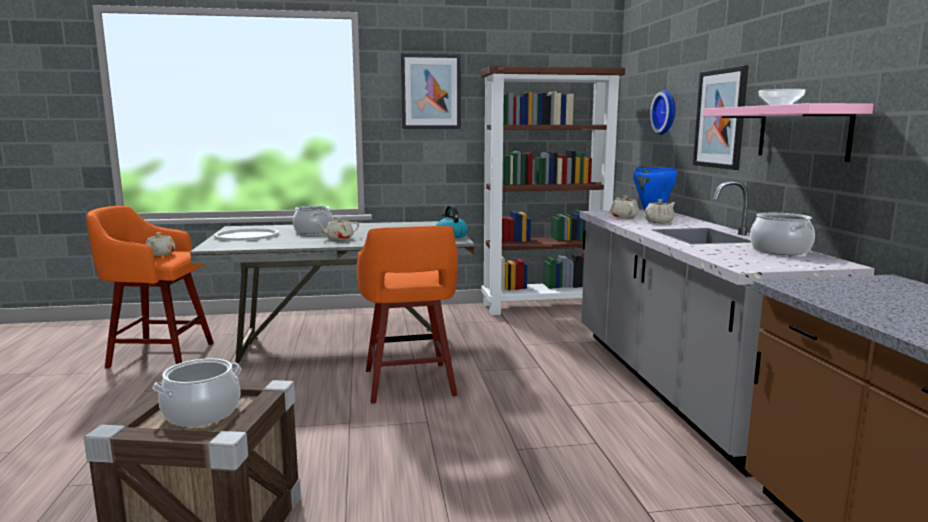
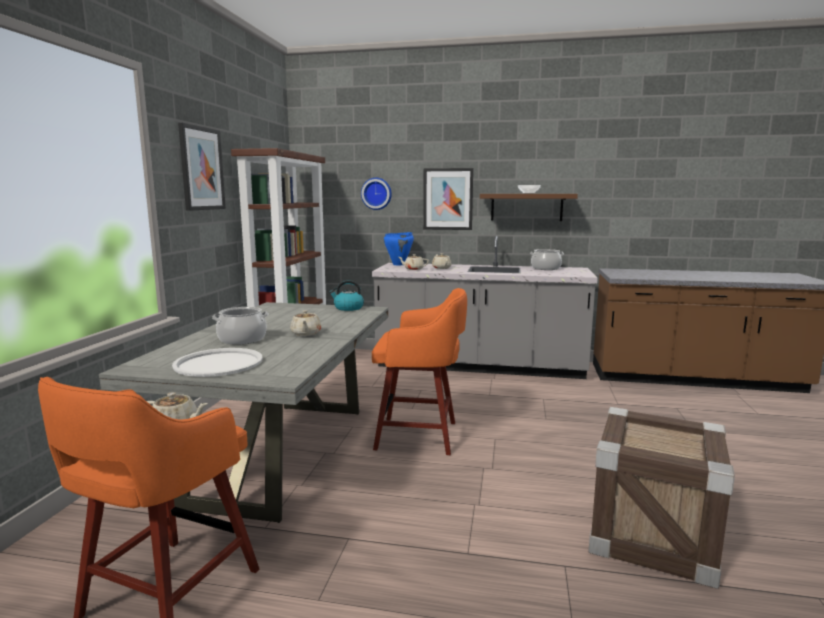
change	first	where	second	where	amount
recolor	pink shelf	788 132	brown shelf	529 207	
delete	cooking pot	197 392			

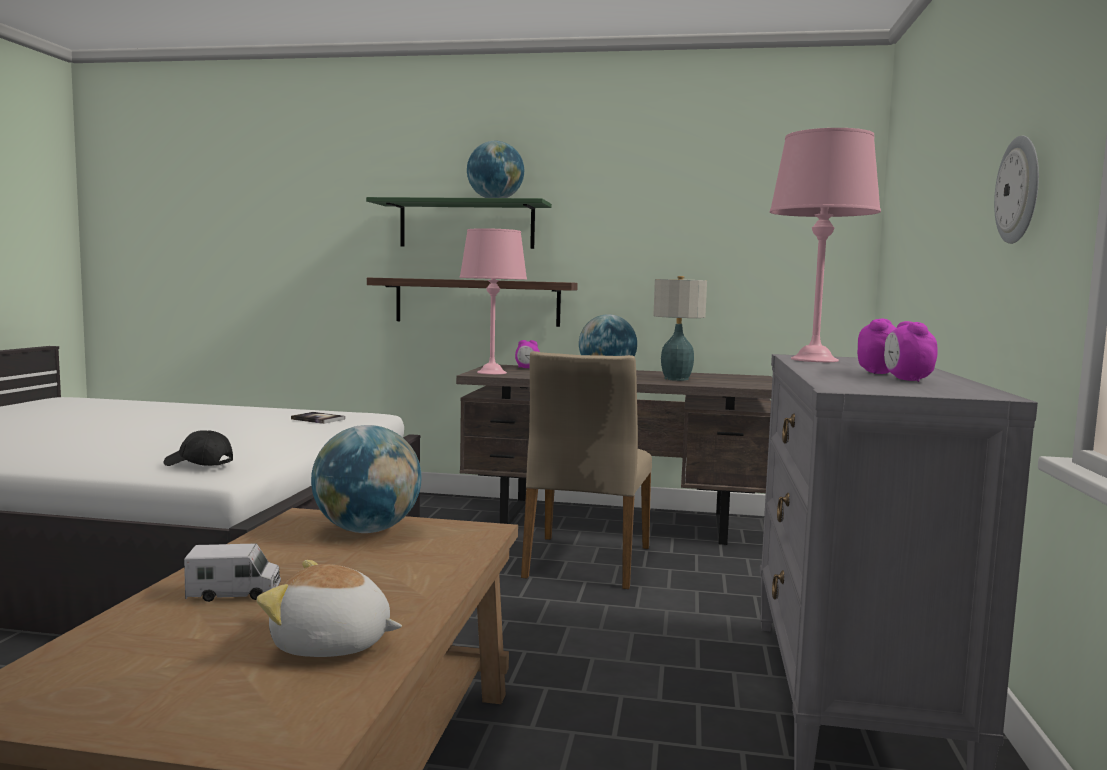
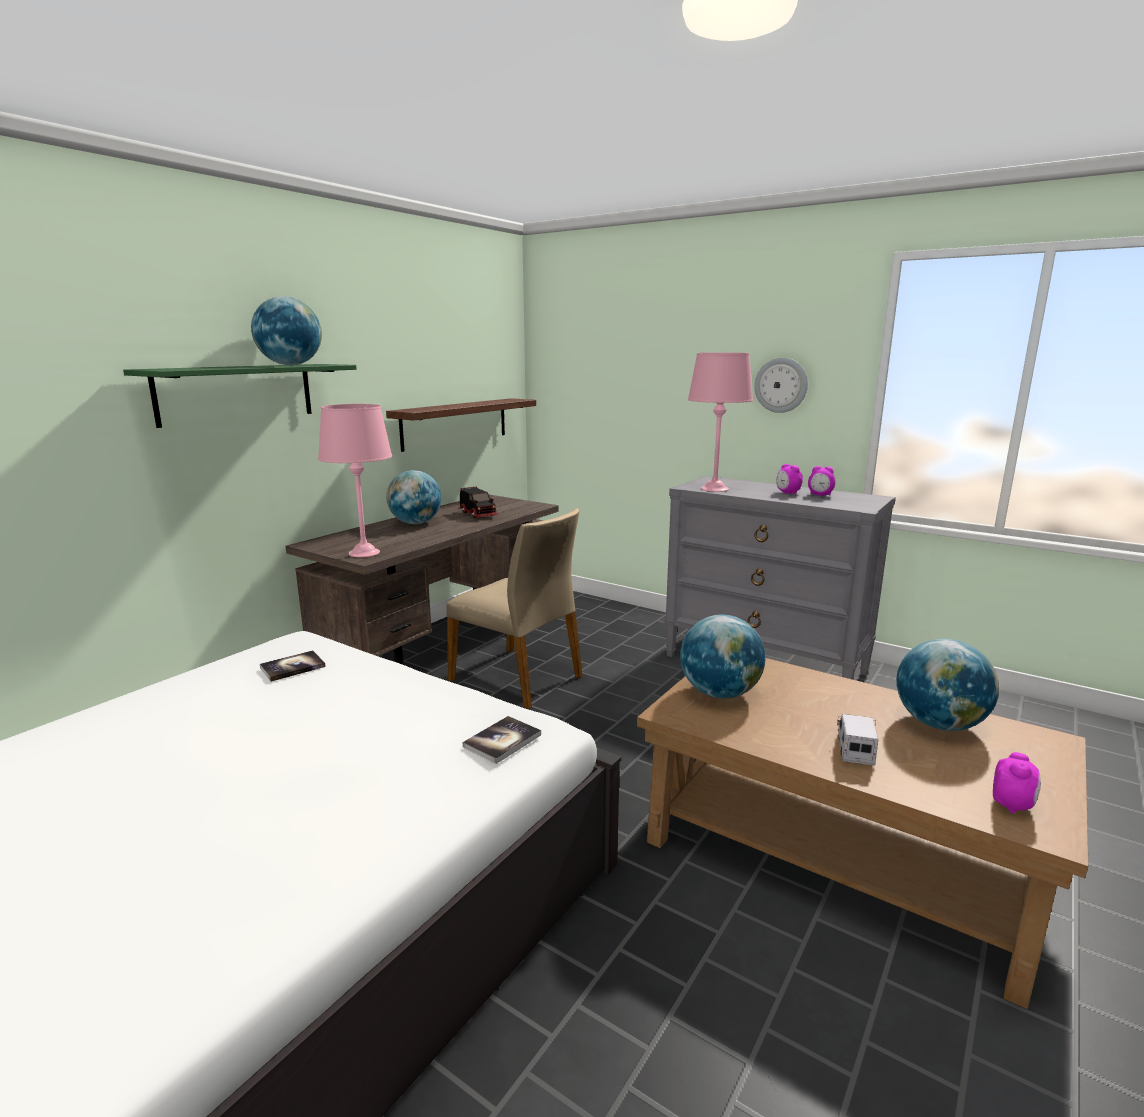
change	first	where	second	where	amount
replace	table lamp	680 328	toy truck	478 502	
move	shelf	472 302		461 425	
move	alarm clock	527 354		1017 783	
replace	black cap	198 448	book	502 740	
replace	plush toy	329 608	globe	947 685	

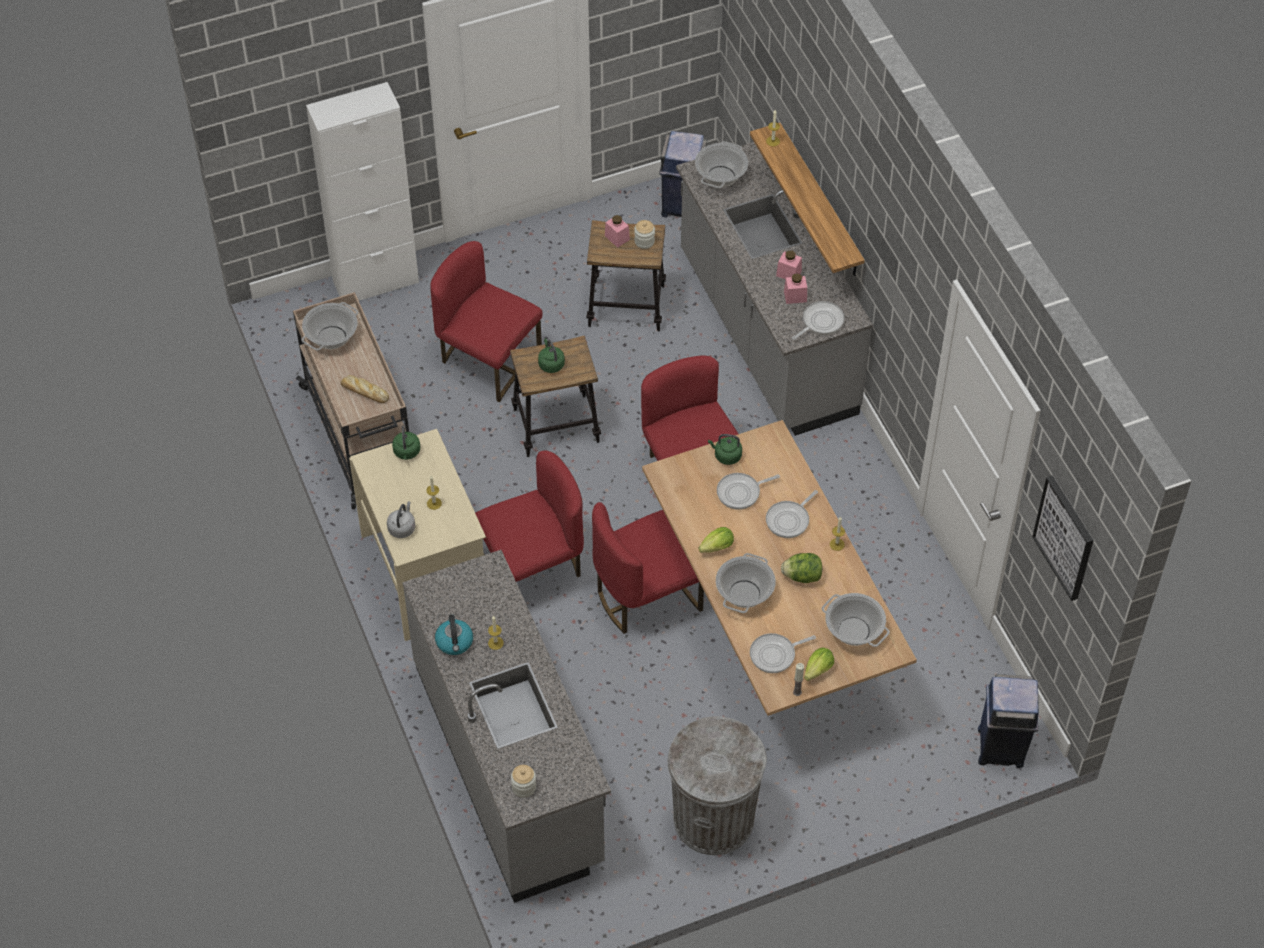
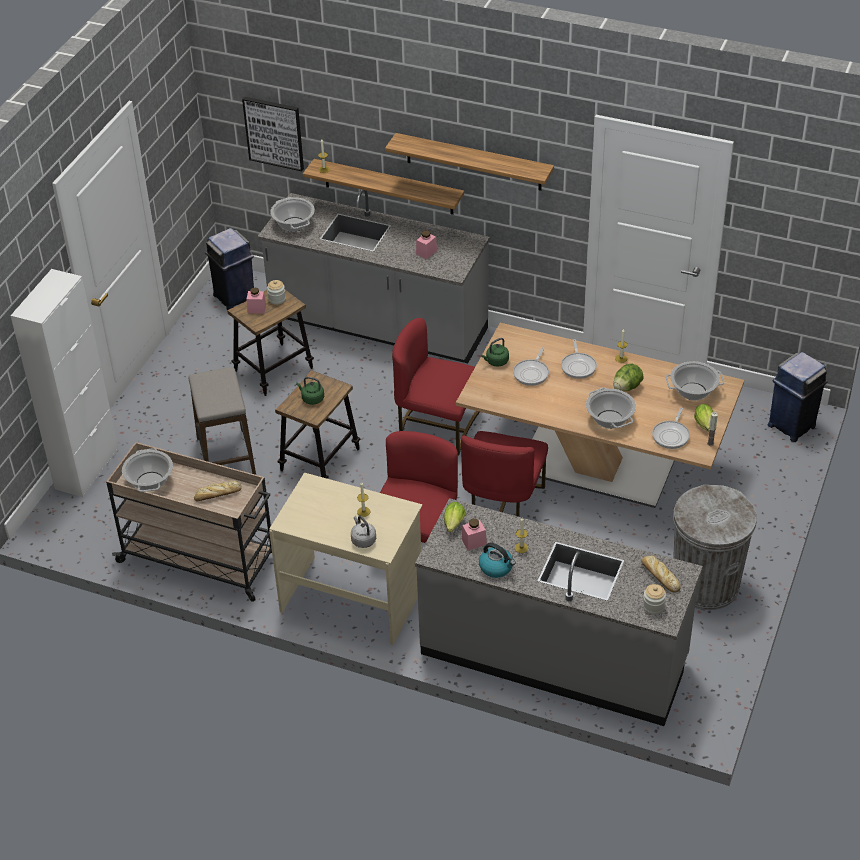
change	first	where	second	where	amount
replace	red chair	486 321	stool	222 421	
move	pink jar	789 264		474 534	
delete	frying pan	818 320			
delete	green kettle	406 442			
move	picture	1063 538		273 134	
move	lettuce	716 540		455 517	
insert			shelf	469 162	
insert			bread	661 574	

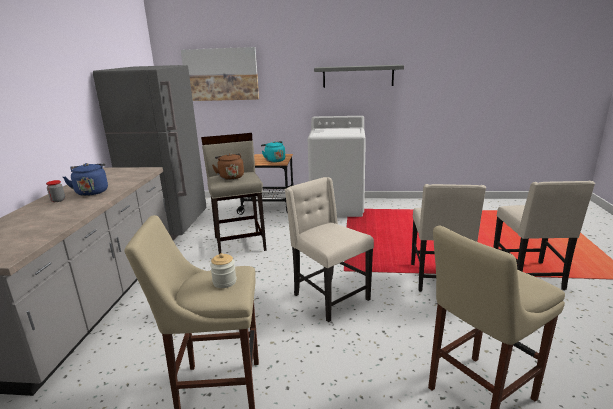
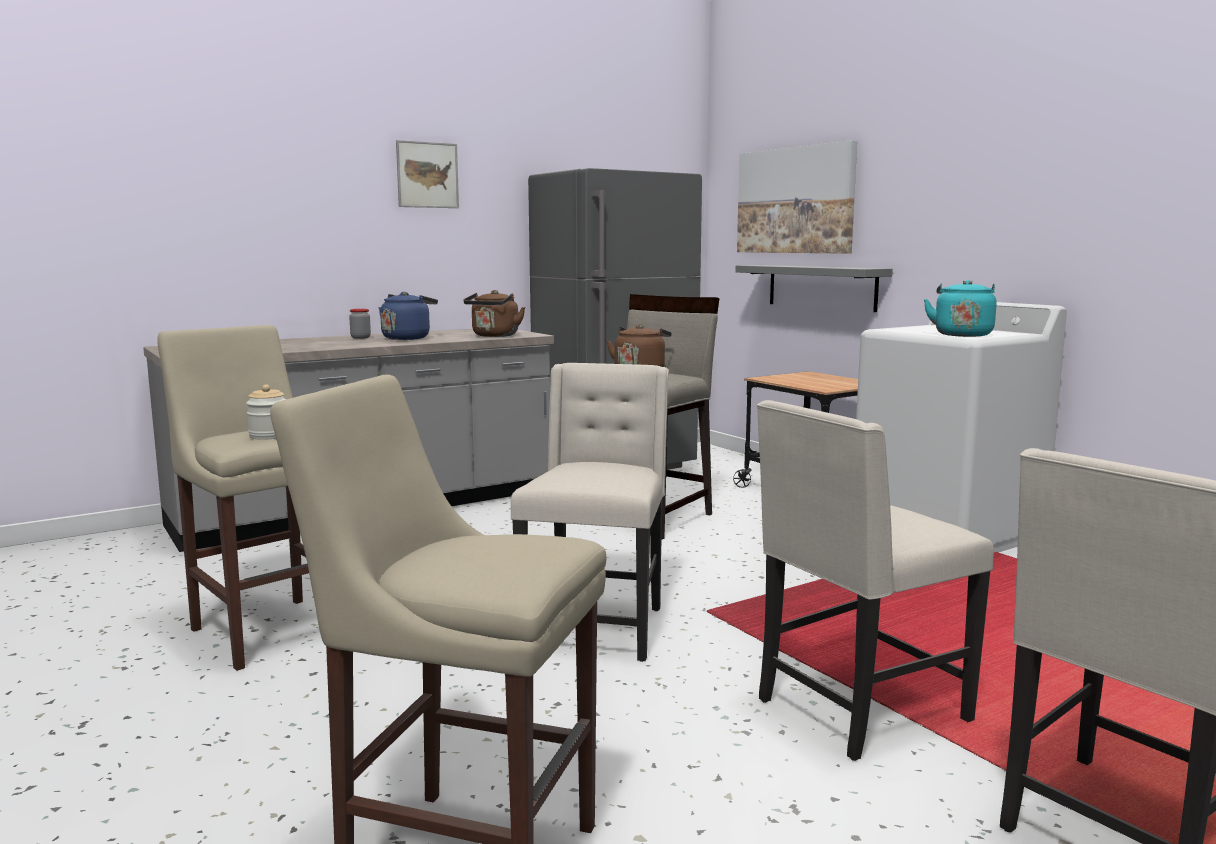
change	first	where	second	where	amount
move	grey shelf	359 76		814 288	
move	turquoise kettle	273 152		960 308	
insert			picture	427 174	
insert			brown kettle	494 313	

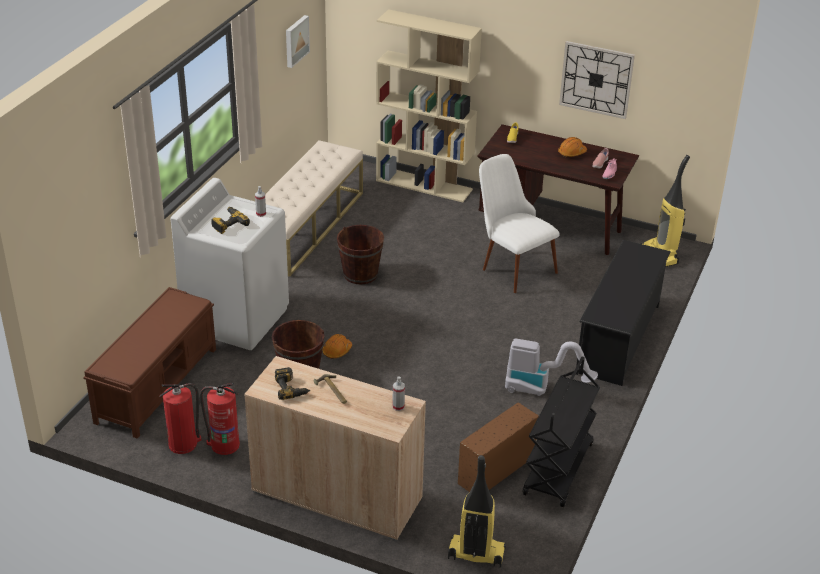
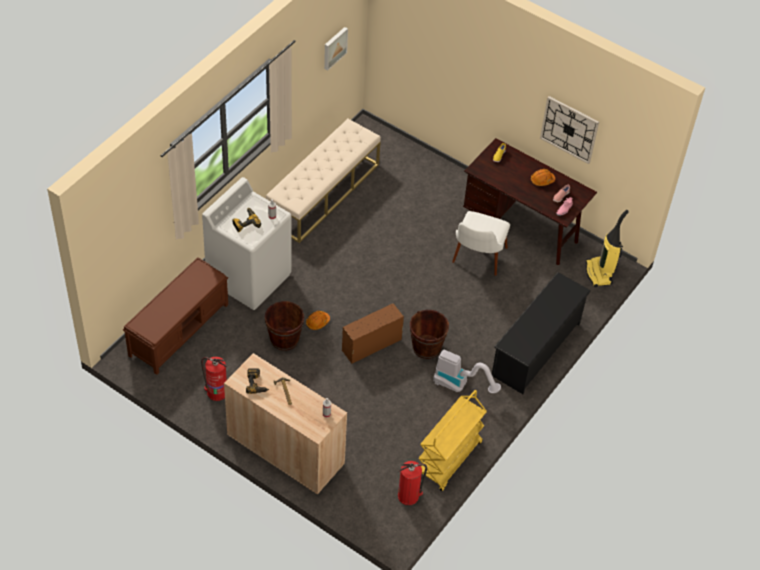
change	first	where	second	where	amount
delete	beige bookcase	429 105			
rotate	white chair	519 223		481 243	135 degrees counterclockwise
move	brown bucket	360 254		429 334	
recolor	black cart	561 431	yellow cart	453 440	
move	fire extinguisher	180 418		412 483	
move	brown storage box	498 447		373 333	
delete	vacuum cleaner	477 511			

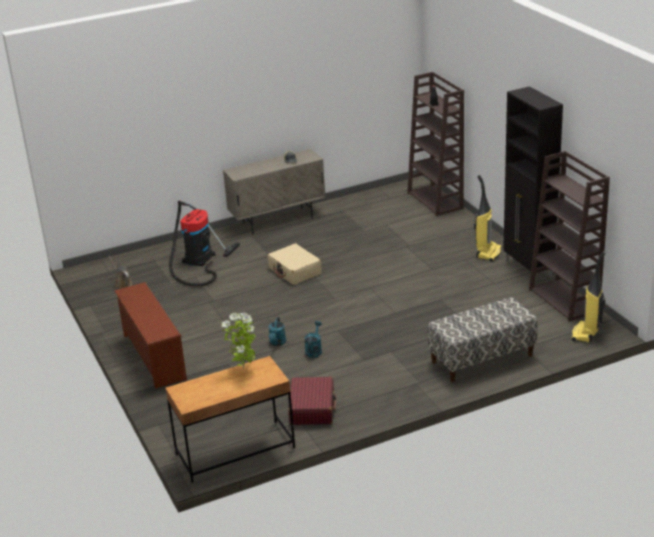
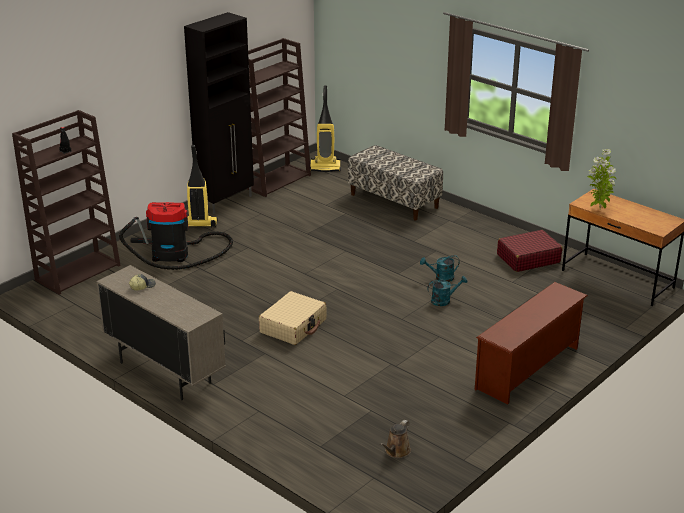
change	first	where	second	where	amount
move	vacuum cleaner	204 243		176 236	

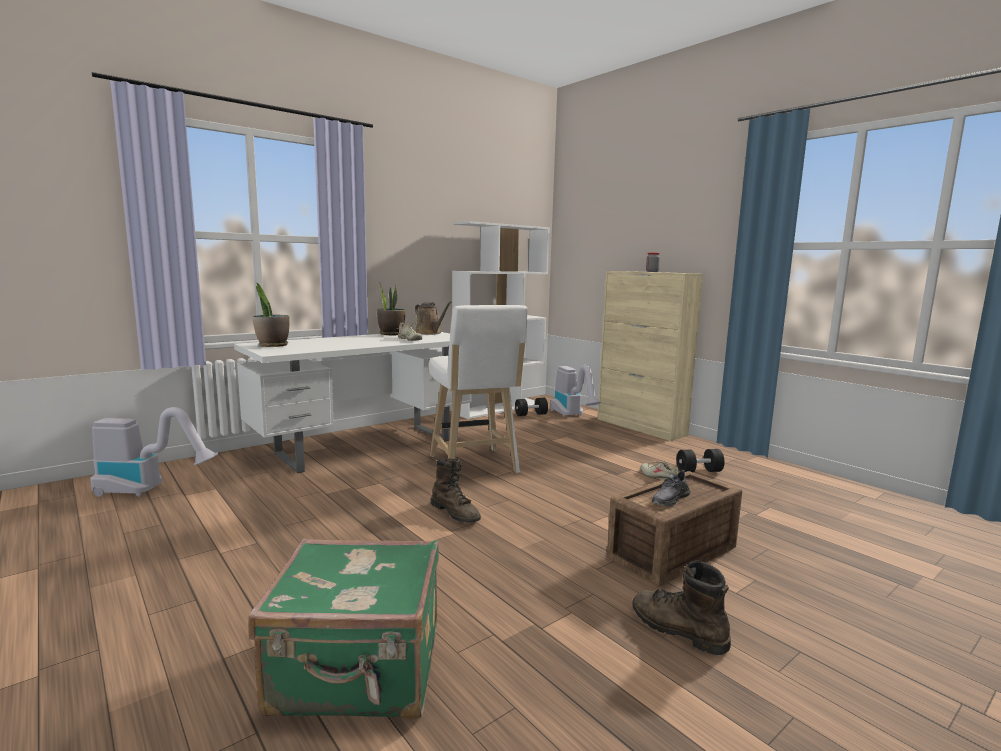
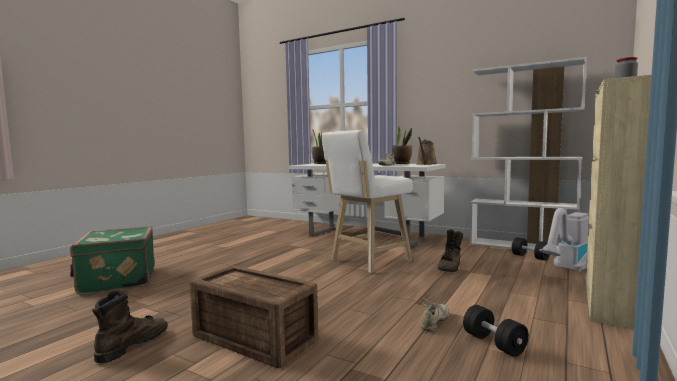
change	first	where	second	where	amount
delete	vacuum cleaner	154 452			
move	brown boot	456 490		450 250	
delete	grey shoe	671 488			

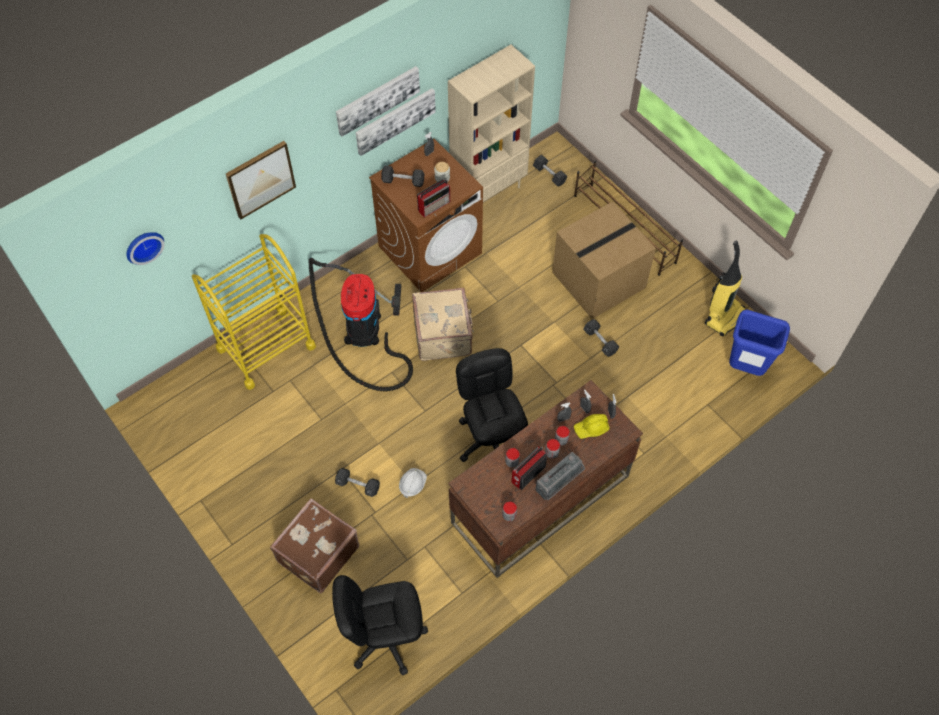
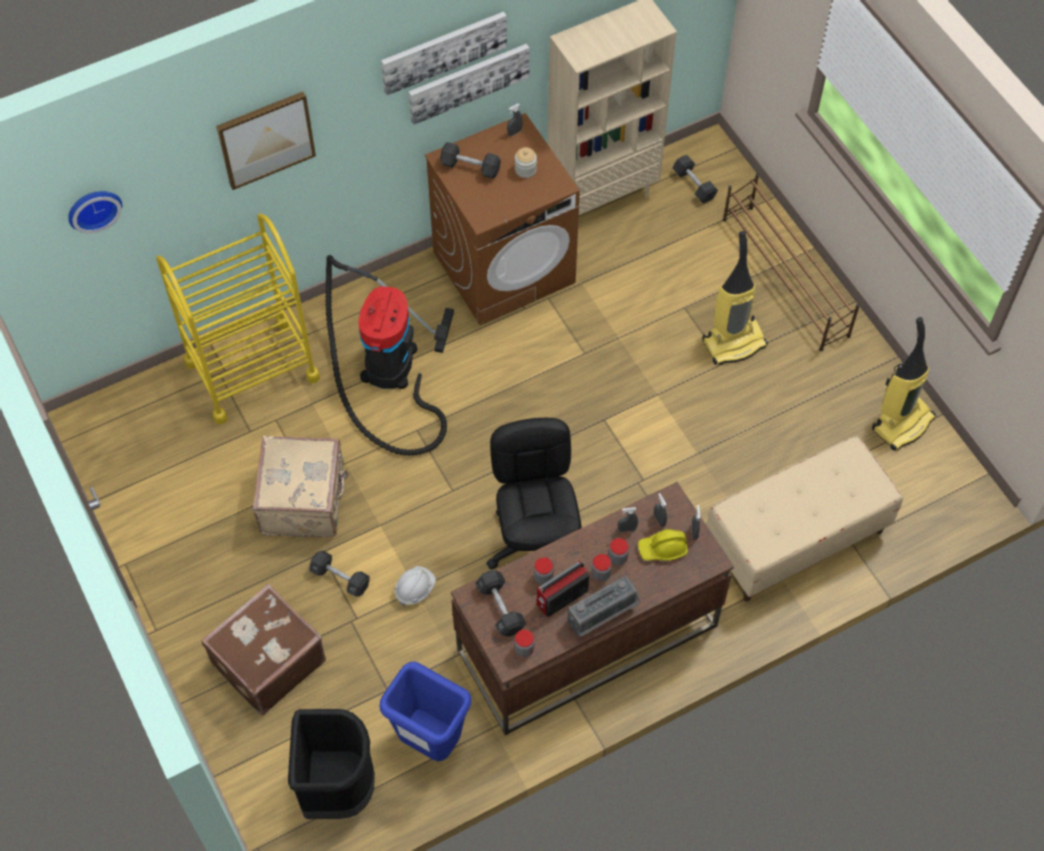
change	first	where	second	where	amount
delete	radio	433 198			
replace	cardboard box	604 260	vacuum cleaner	735 298	
move	beige suitcase	443 324		300 486	
move	blue trash can	759 343		425 711	
move	black dumbbell	601 338		500 603	
replace	black office chair	380 625	black trash can	331 764	
insert			beige bench	804 518	

